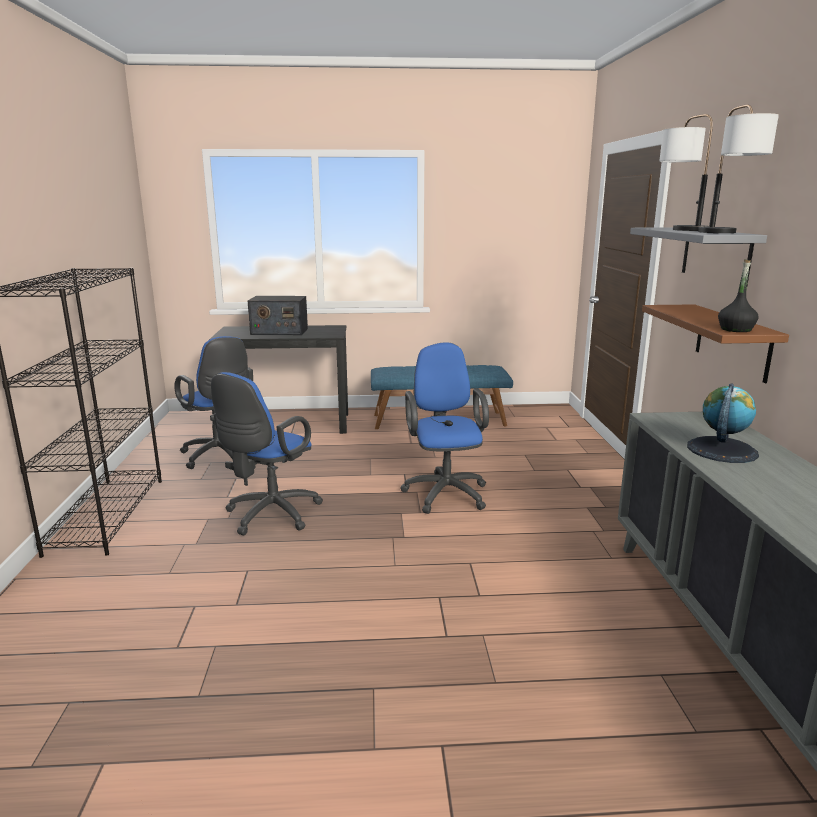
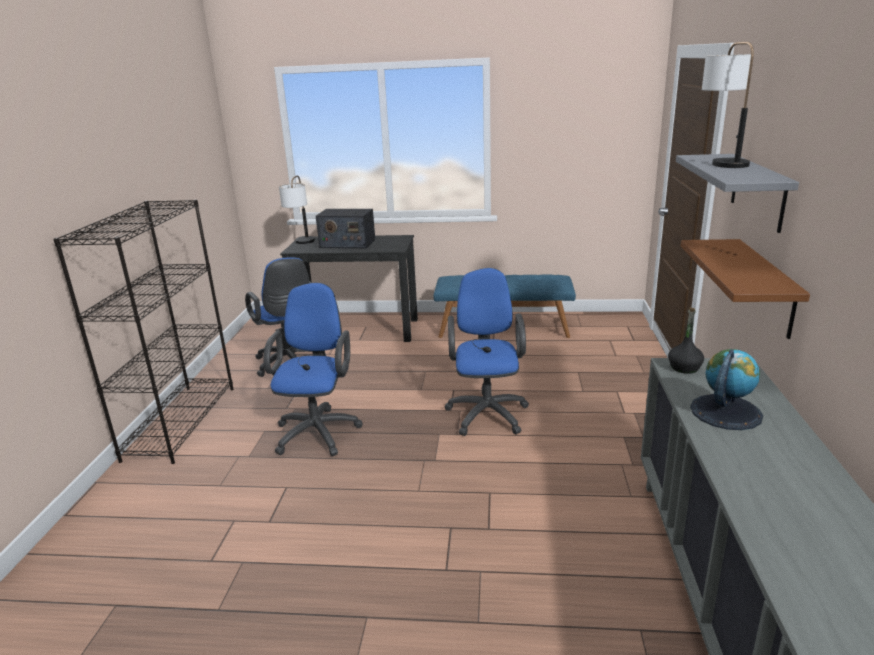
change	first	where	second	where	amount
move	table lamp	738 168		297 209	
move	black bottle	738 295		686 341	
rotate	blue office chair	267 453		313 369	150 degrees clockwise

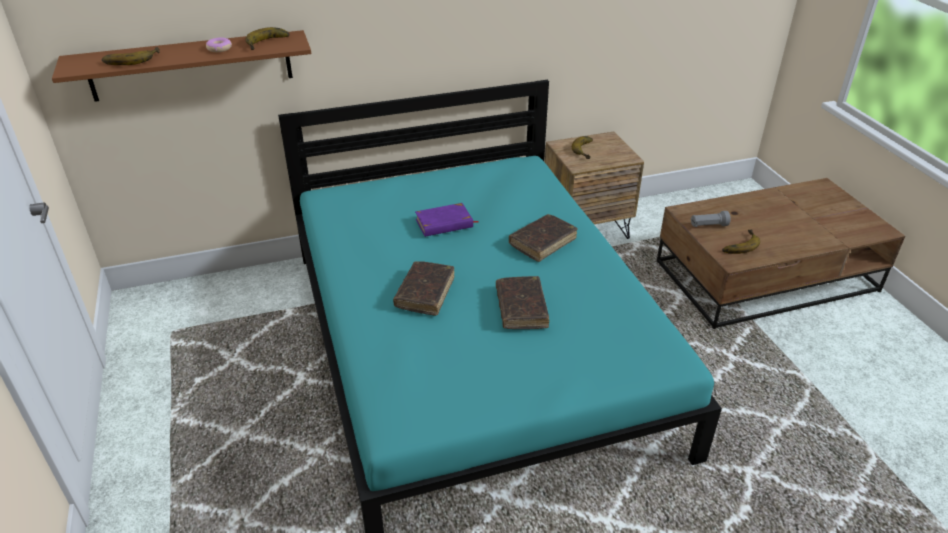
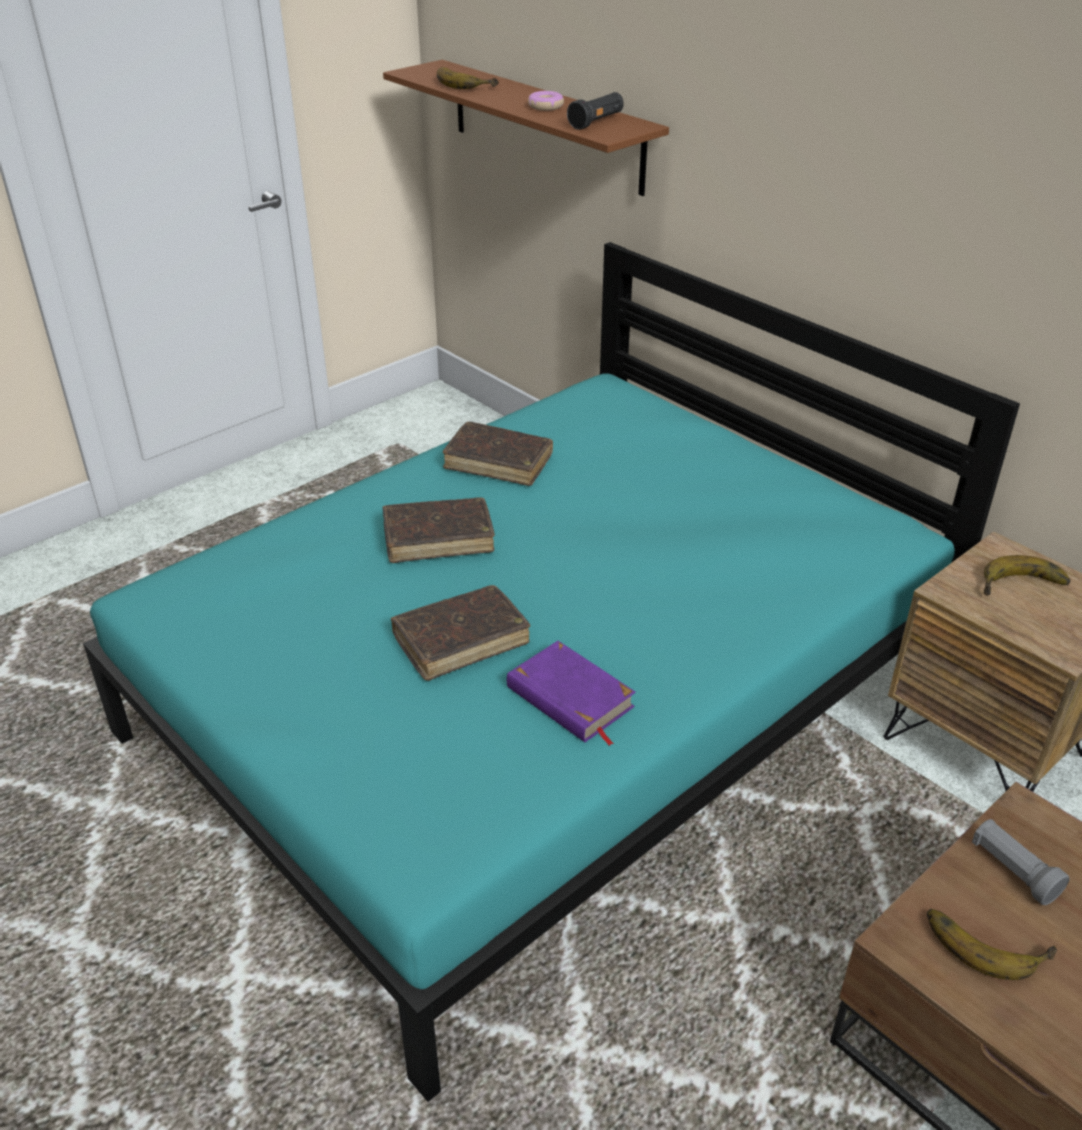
change	first	where	second	where	amount
replace	banana	267 38	black flashlight	595 111	
move	purple book	446 220		571 693	
move	brown book	543 238		498 454	

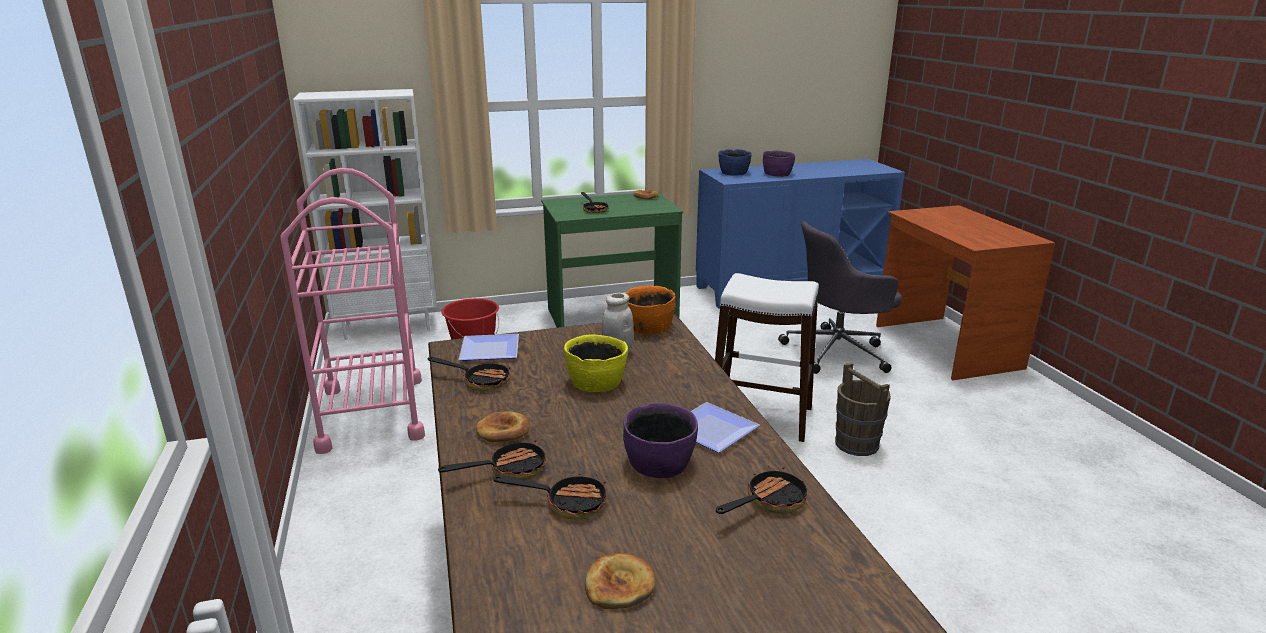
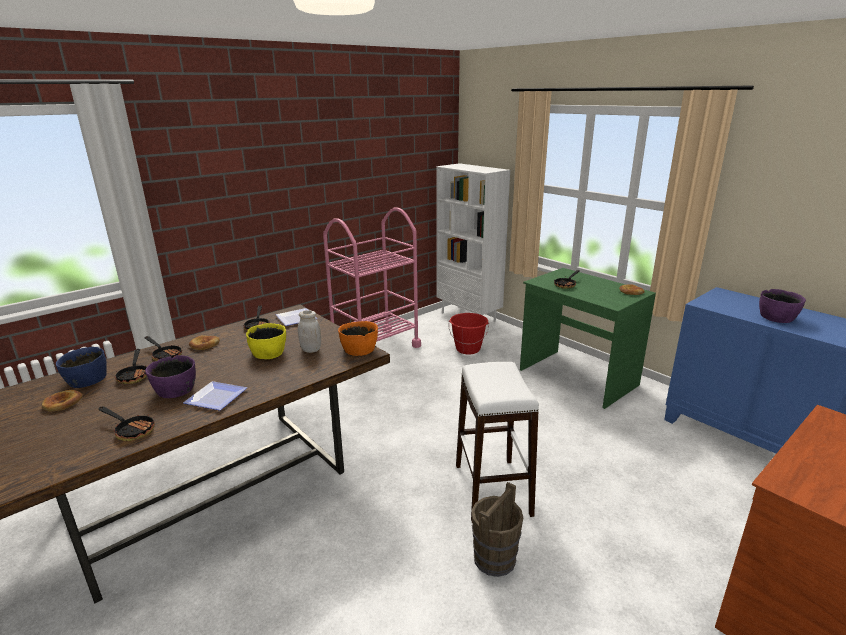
change	first	where	second	where	amount
move	blue bowl	735 162		81 367	
delete	grey office chair	840 298			

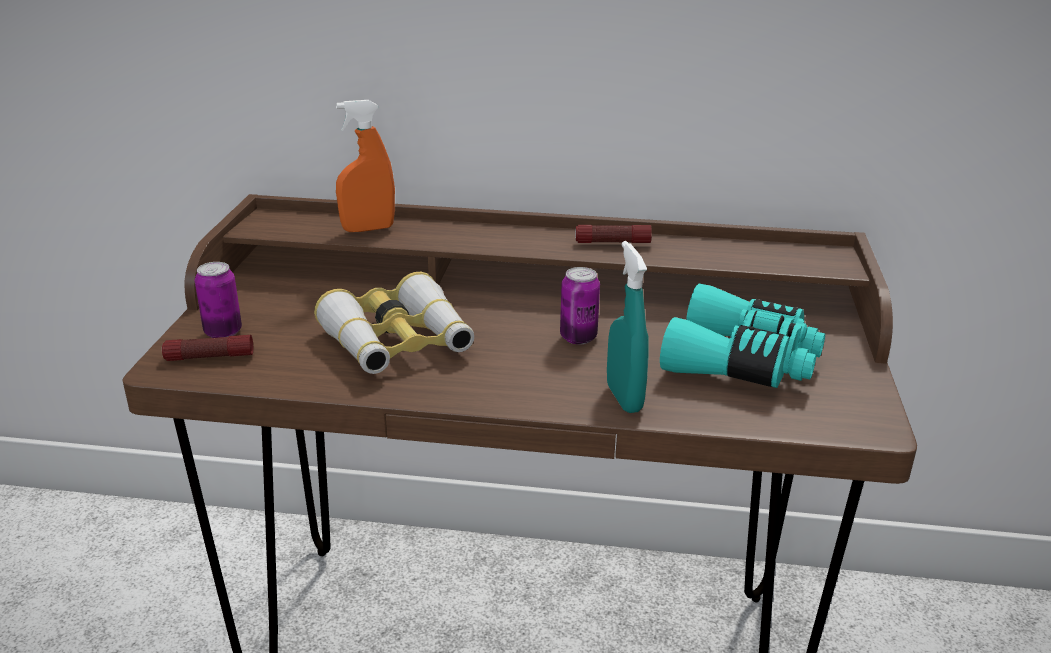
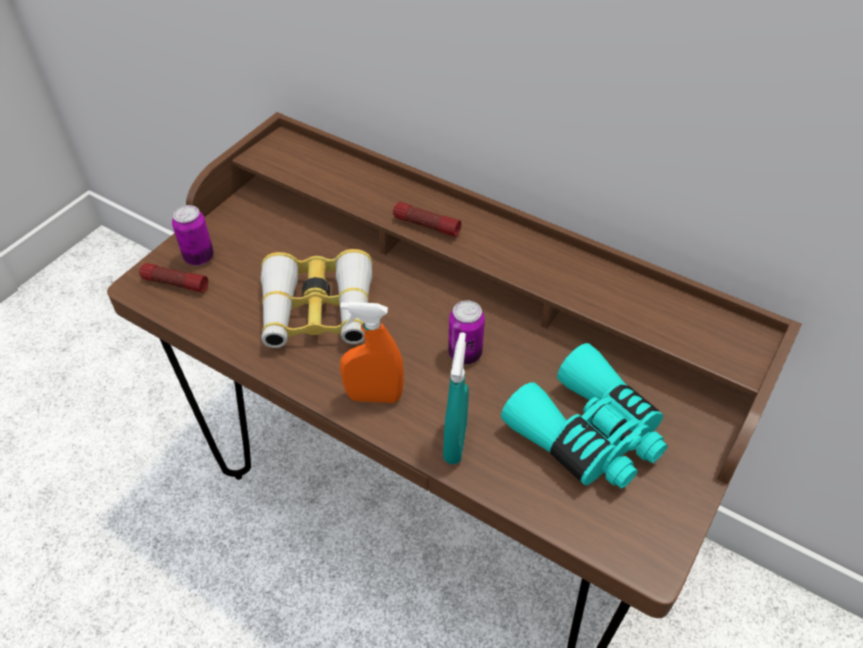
change	first	where	second	where	amount
move	orange spray bottle	365 166		372 352	
move	flashlight	613 234		427 219	

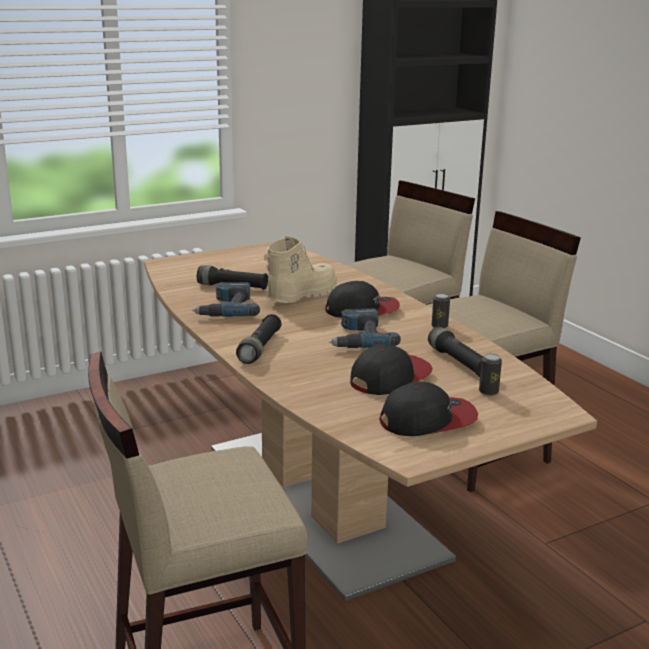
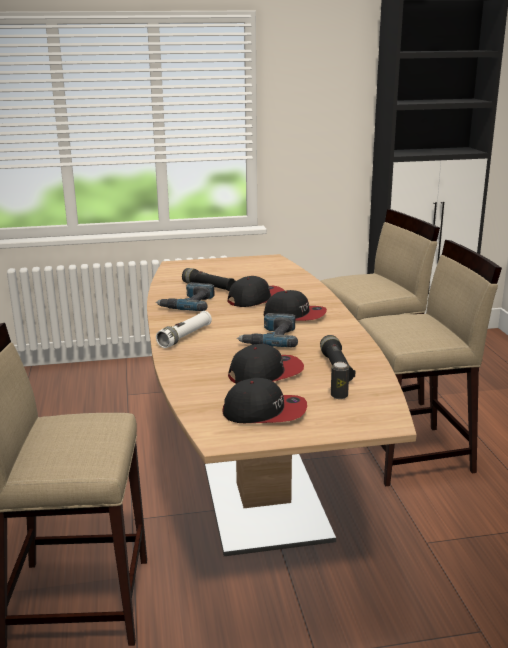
change	first	where	second	where	amount
replace	beige boot	300 269	cap	256 291	
delete	can	441 310			
recolor	black flashlight	259 339	white flashlight	184 329	

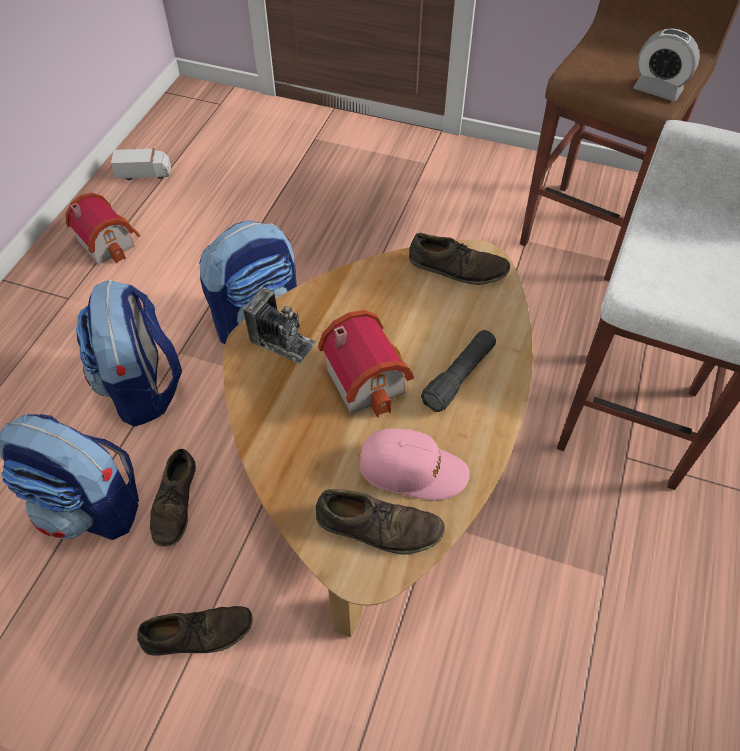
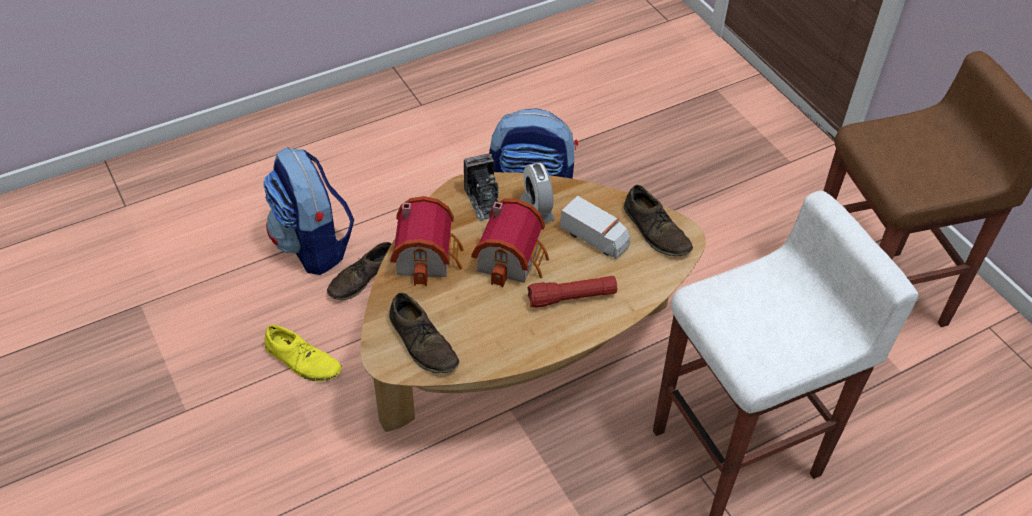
change	first	where	second	where	amount
move	alarm clock	666 65		537 192	
move	toy truck	141 164		595 227	
move	toy house	103 229		427 241	
delete	backpack	129 353			
recolor	black flashlight	458 371	red flashlight	572 292	
delete	pink cap	415 464			
recolor	brown shoe	195 631	yellow shoe	303 353	

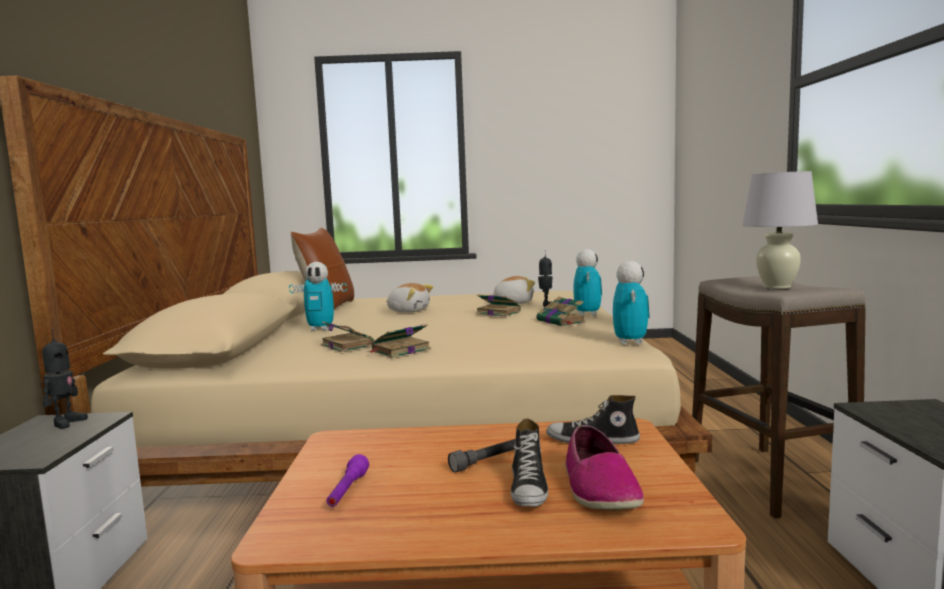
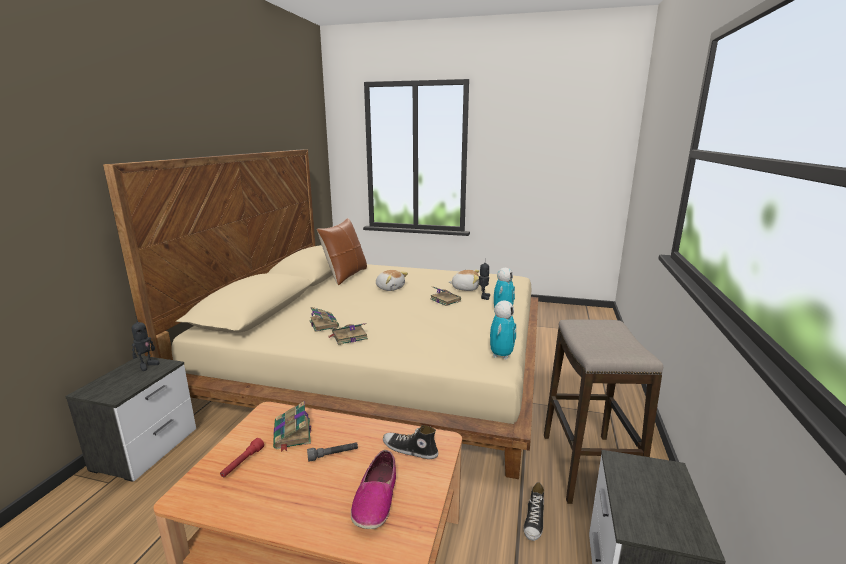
change	first	where	second	where	amount
delete	white table lamp	780 230			
delete	toy robot	318 296			
move	book	561 311		292 426	
move	shoe	529 463		534 511	
recolor	purple flashlight	347 480	red flashlight	242 457	

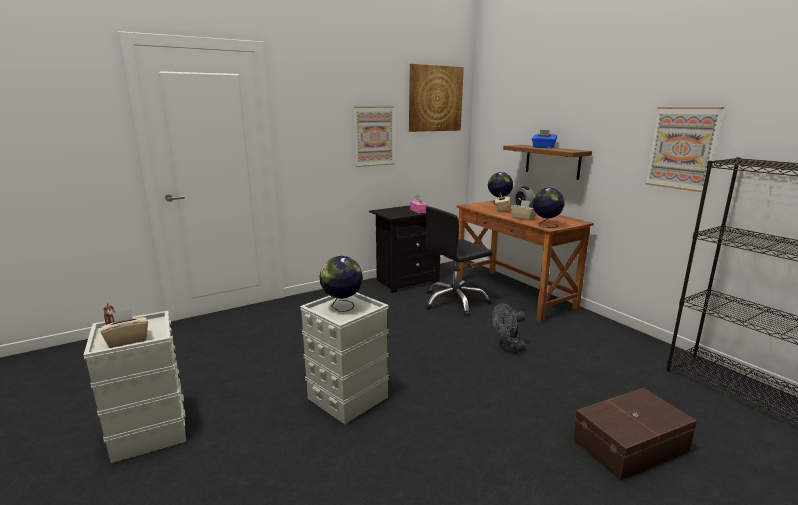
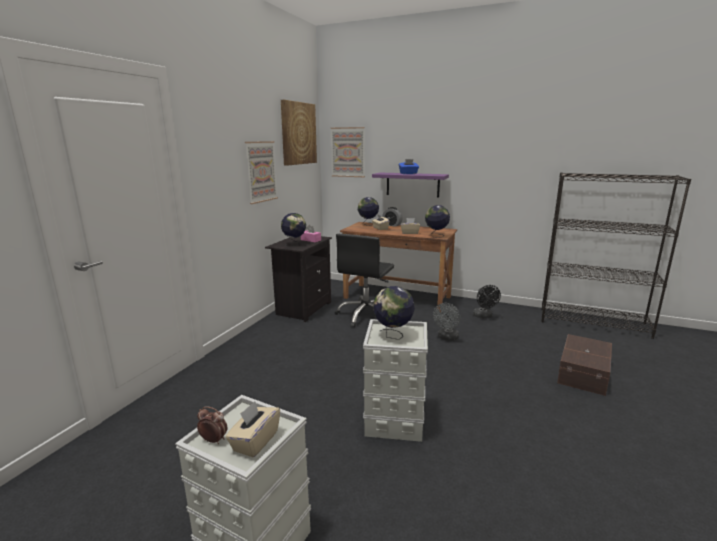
change	first	where	second	where	amount
move	picture	684 149		347 152	
recolor	brown shelf	547 162	purple shelf	410 185	
insert			globe	293 230	
insert			black fan	487 302	

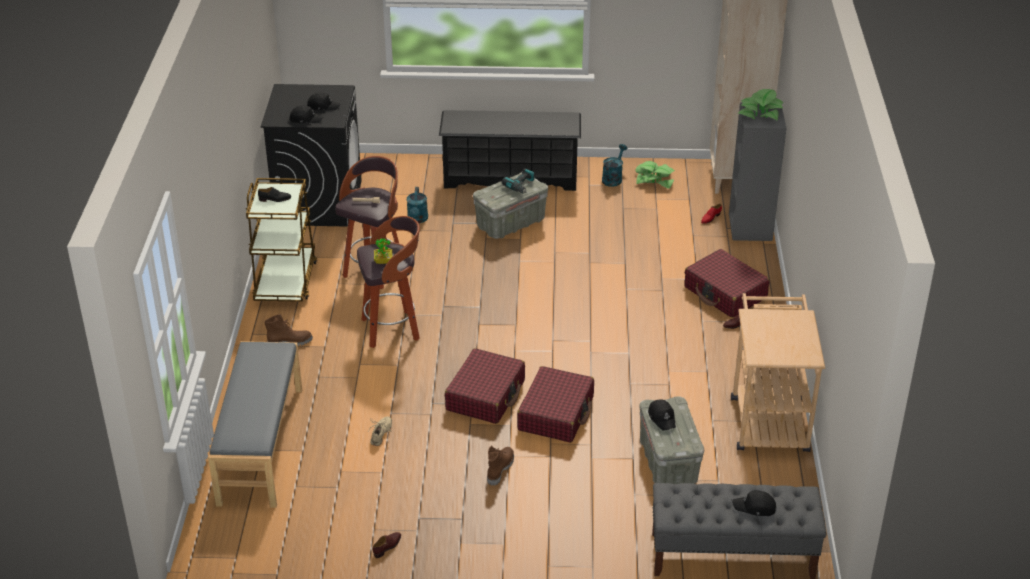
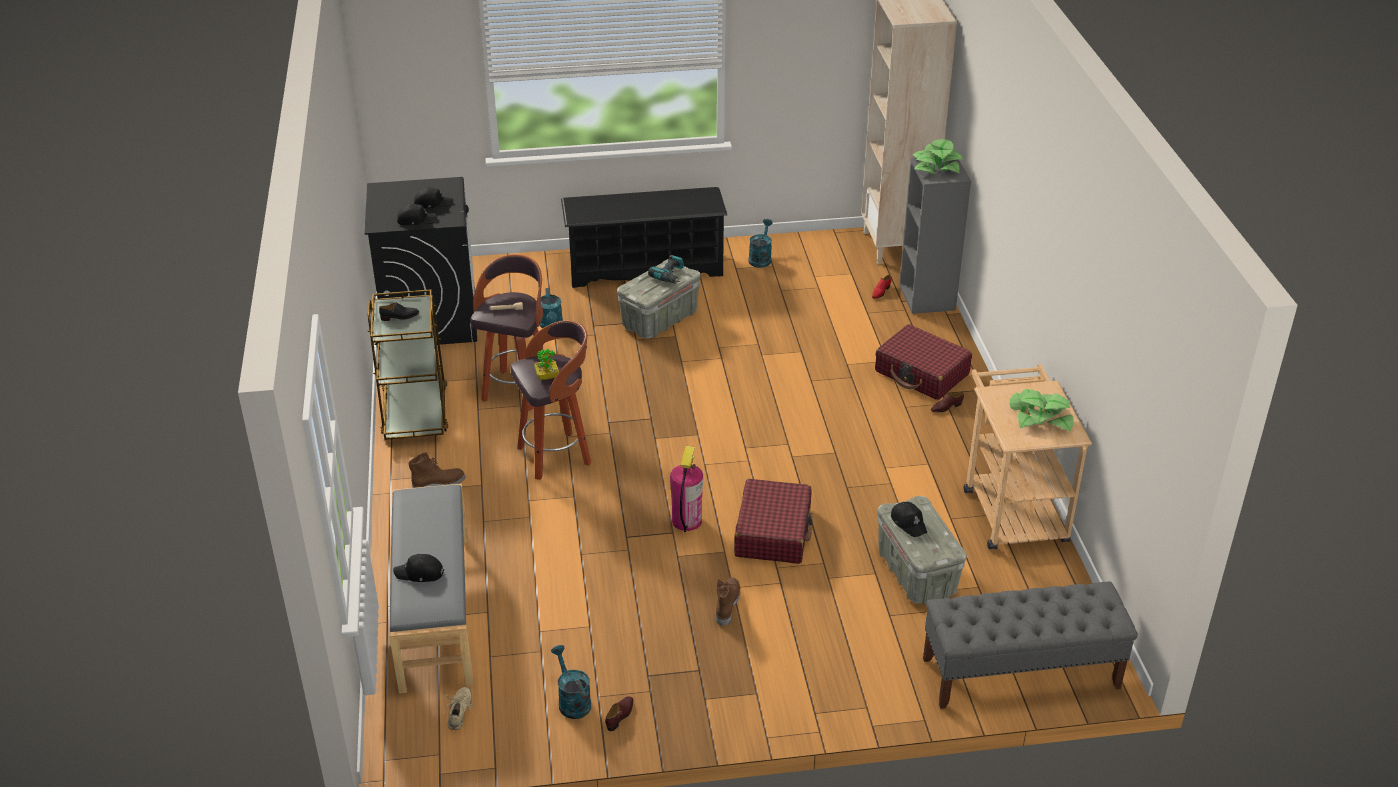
change	first	where	second	where	amount
move	potted plant	655 175		1042 410	
replace	red suitcase	485 386	fire extinguisher	686 489	
move	beige shoe	380 431		458 708	
move	black cap	754 503		418 568	
insert			turquoise watering can	571 682	

